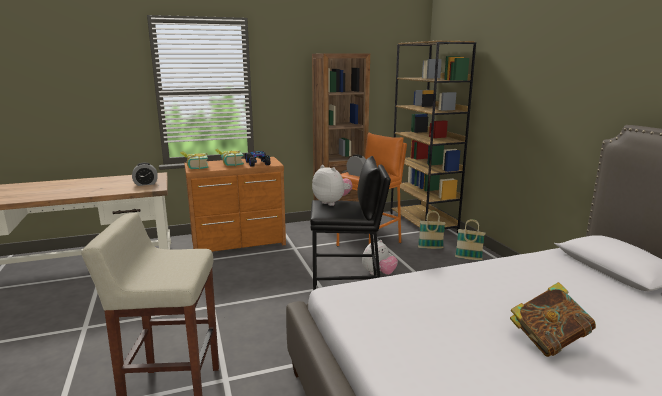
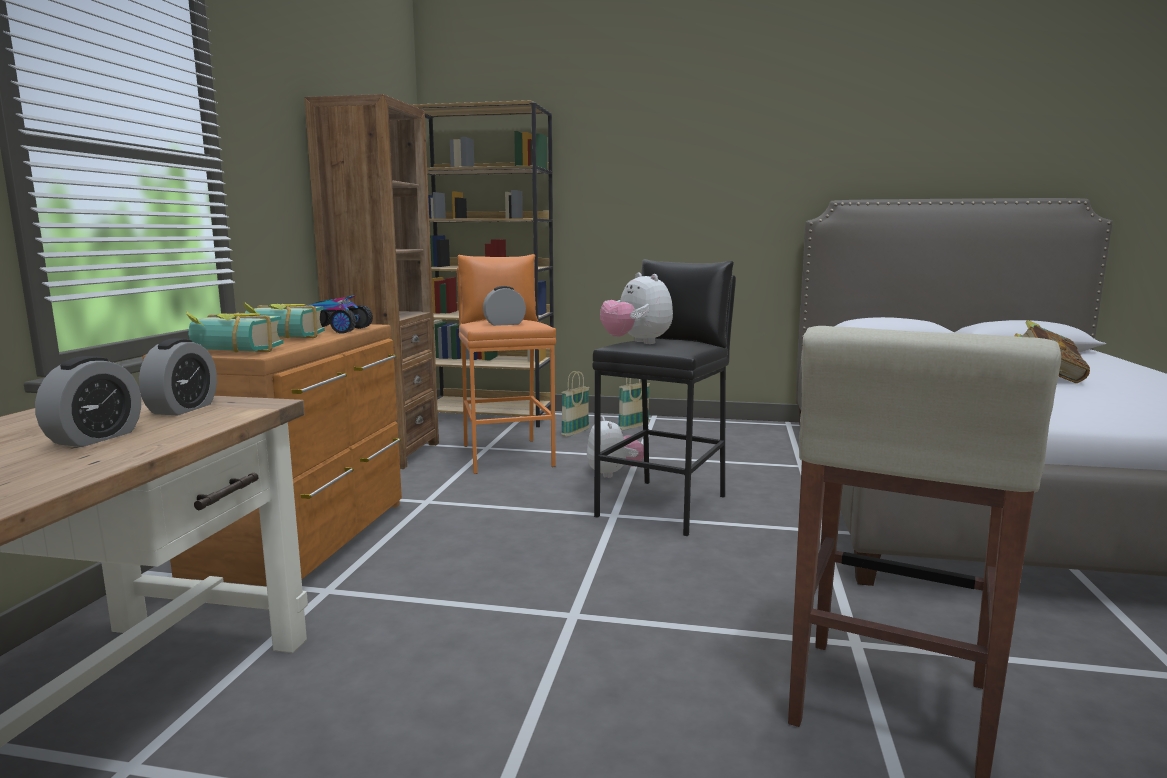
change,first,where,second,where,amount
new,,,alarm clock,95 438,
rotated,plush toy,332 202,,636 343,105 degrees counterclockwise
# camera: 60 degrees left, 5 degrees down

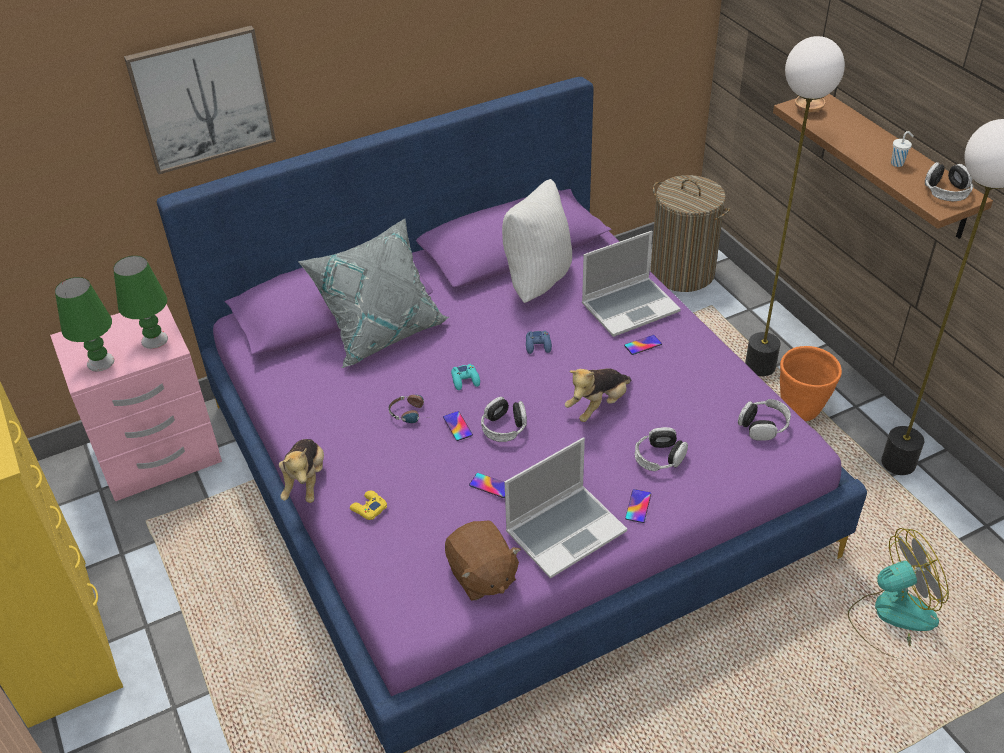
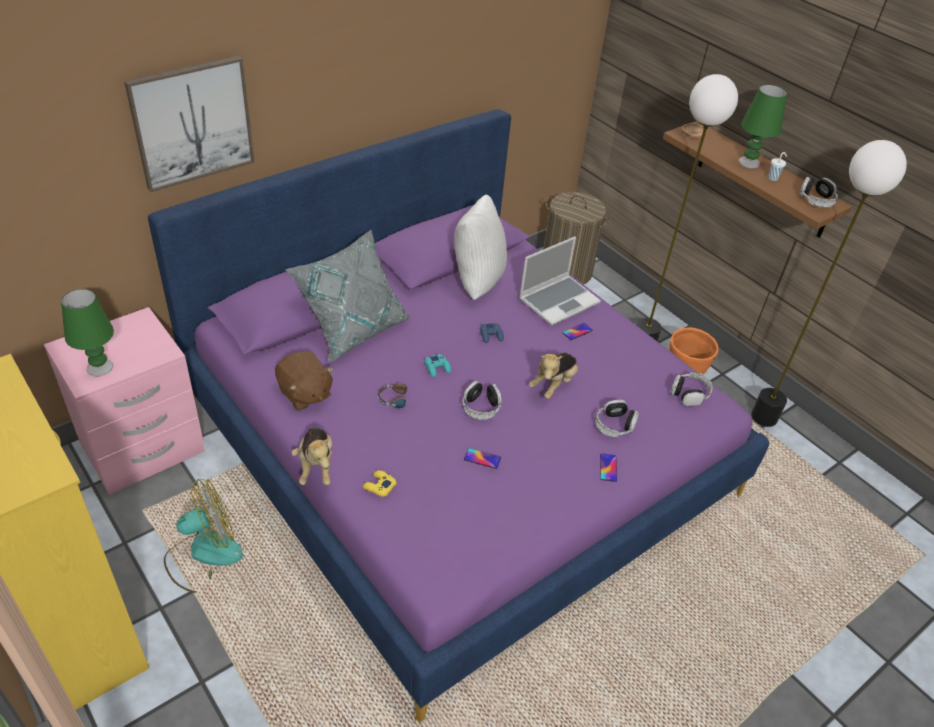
change,first,where,second,where,amount
shifted,fan,891 616,,203 554,
shifted,plush toy/brown,482 576,,304 394,
shifted,table lamp/green,154 340,,748 162,
gone,phone,457 426,,,
gone,laptop,566 530,,,
# camera: 15 degrees left, 0 degrees up

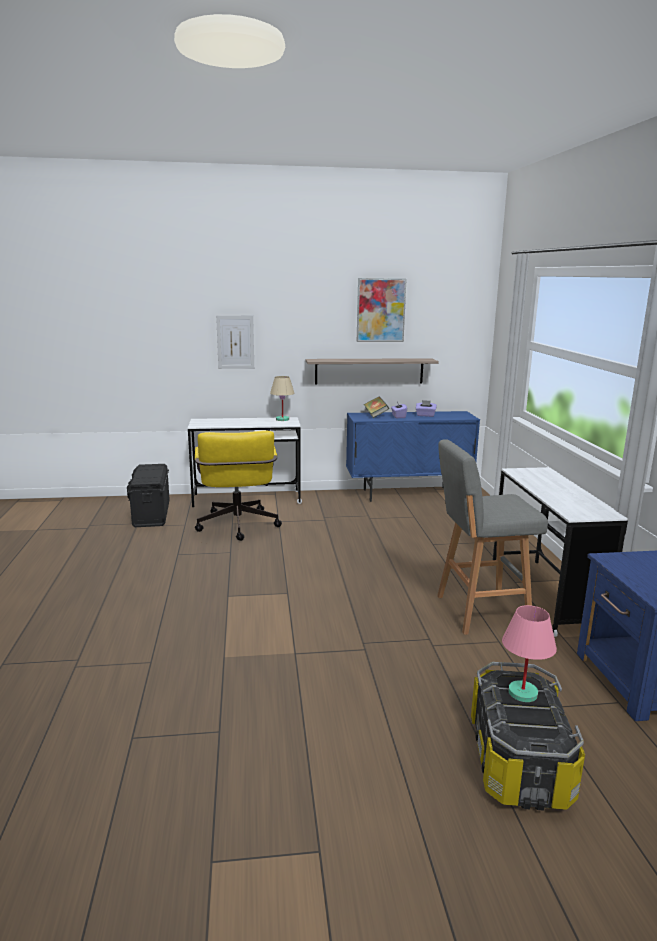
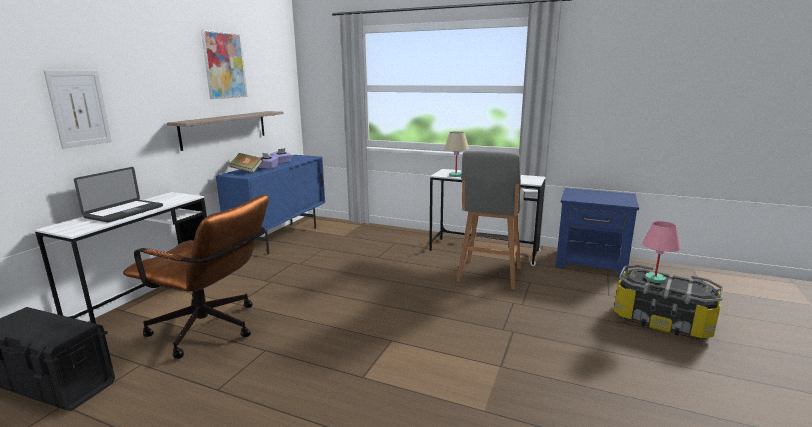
change,first,where,second,where,amount
new,,,laptop,125 212,
repainted,office chair/yellow,238 527,office chair/brown,212 330,
shifted,table lamp/beige,282 419,,455 175,
# camera: 60 degrees left, 0 degrees up

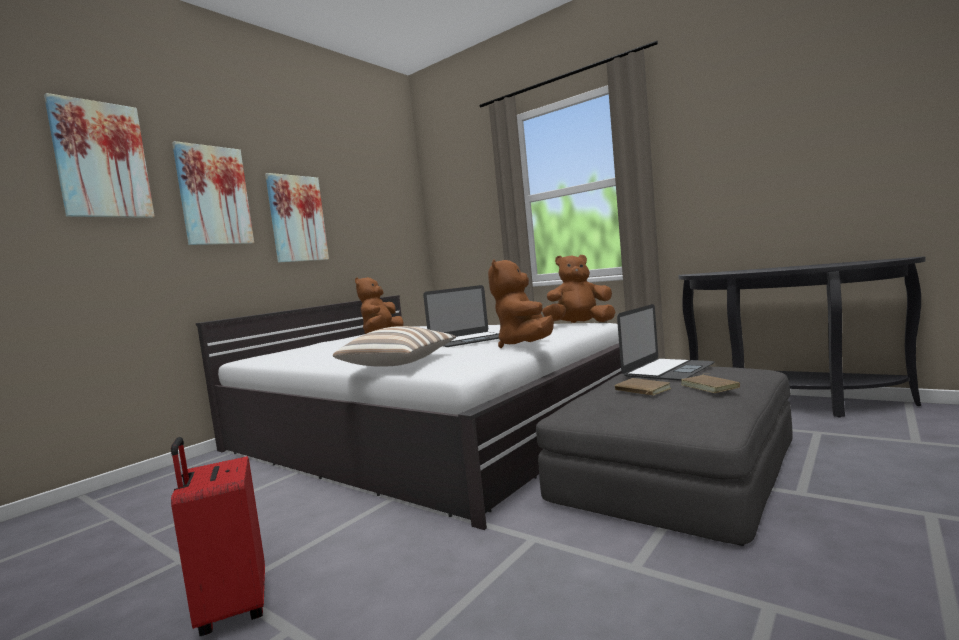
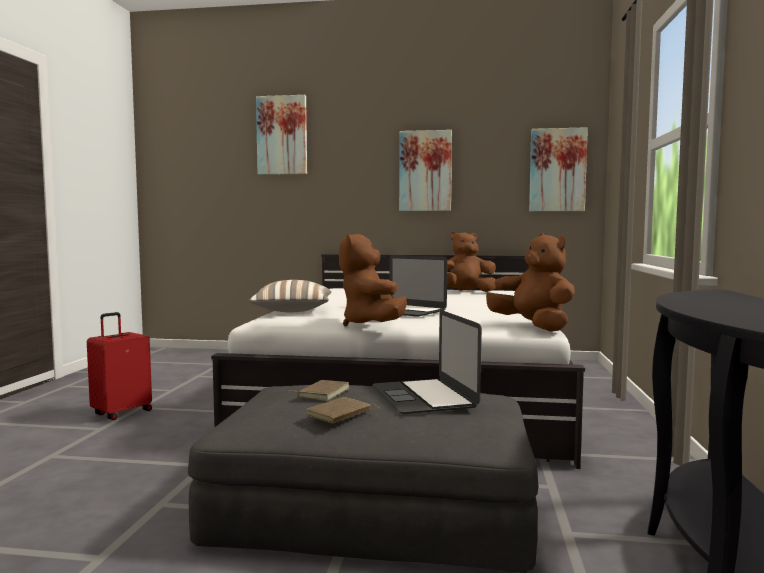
change,first,where,second,where,amount
rotated,plush toy/brown,526 345,,371 325,75 degrees counterclockwise
rotated,laptop,668 370,,423 396,60 degrees clockwise
shifted,picture,214 196,,557 170,
# camera: 60 degrees right, 0 degrees up

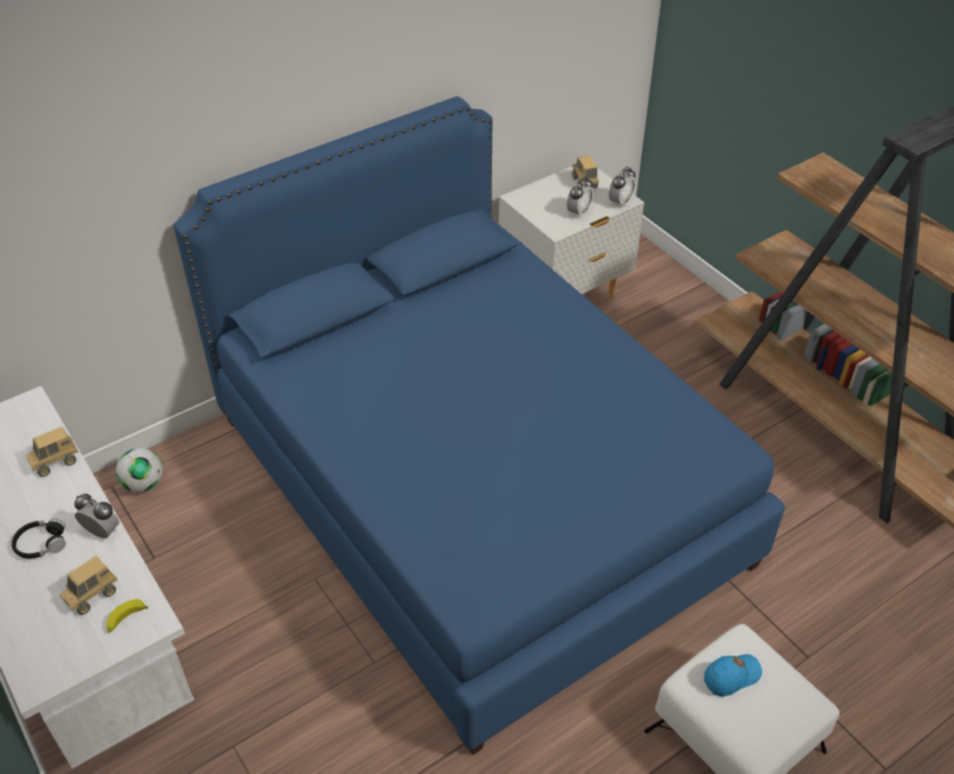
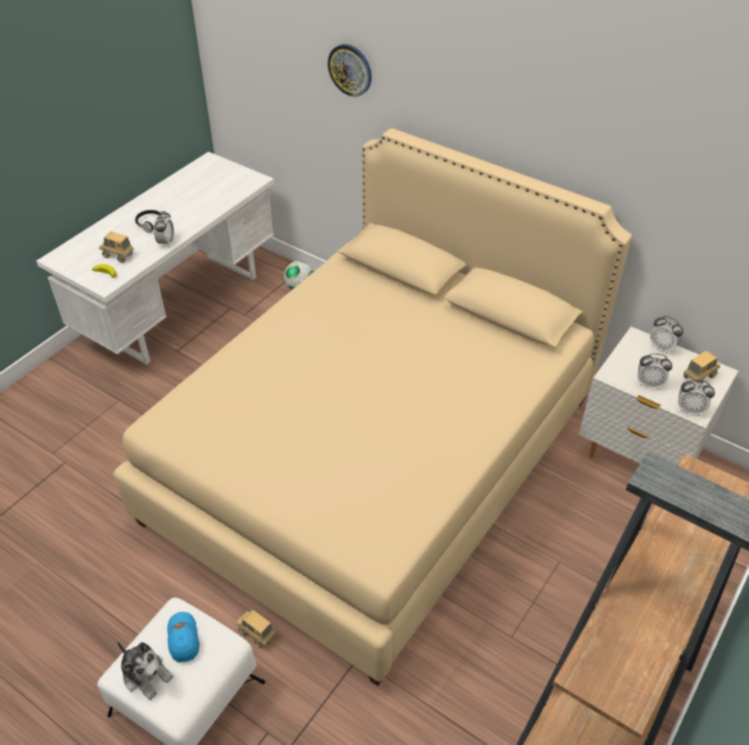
change,first,where,second,where,amount
repainted,bed/blue,476 489,bed/beige,374 458,
new,,,plush toy,146 674,
rotated,cap/blue,731 677,,183 639,150 degrees counterclockwise
shifted,toy truck,56 463,,256 634,
new,,,wall clock,350 69,
new,,,alarm clock,662 347,
# camera: 70 degrees right, 0 degrees up

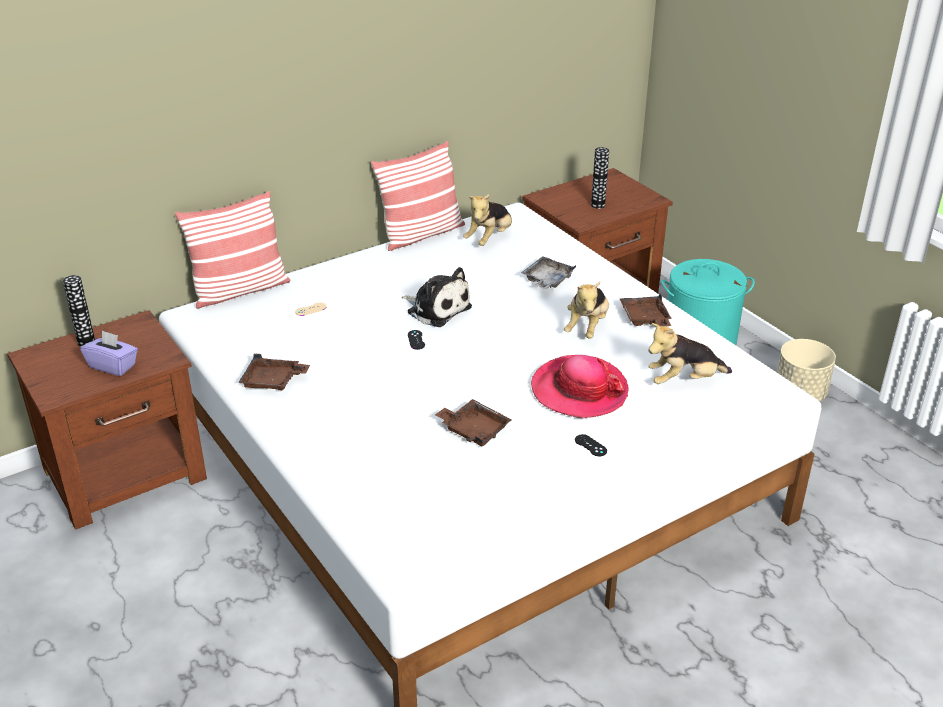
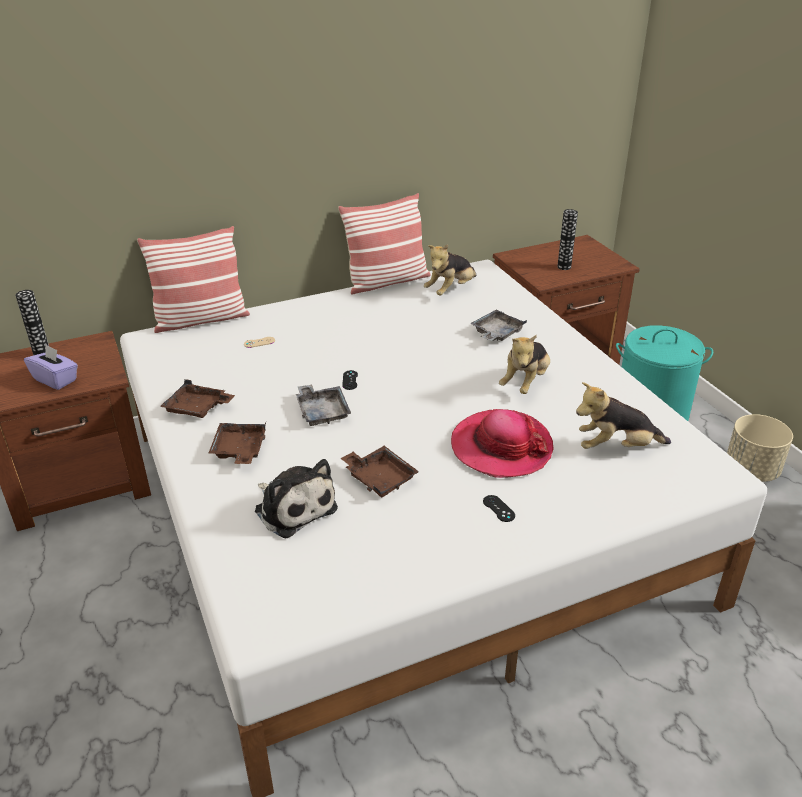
change,first,where,second,where,amount
shifted,tray/brown,645 319,,239 450,
shifted,plush toy,436 309,,293 507,
new,,,tray/grey,322 411,
# camera: 10 degrees right, 0 degrees up

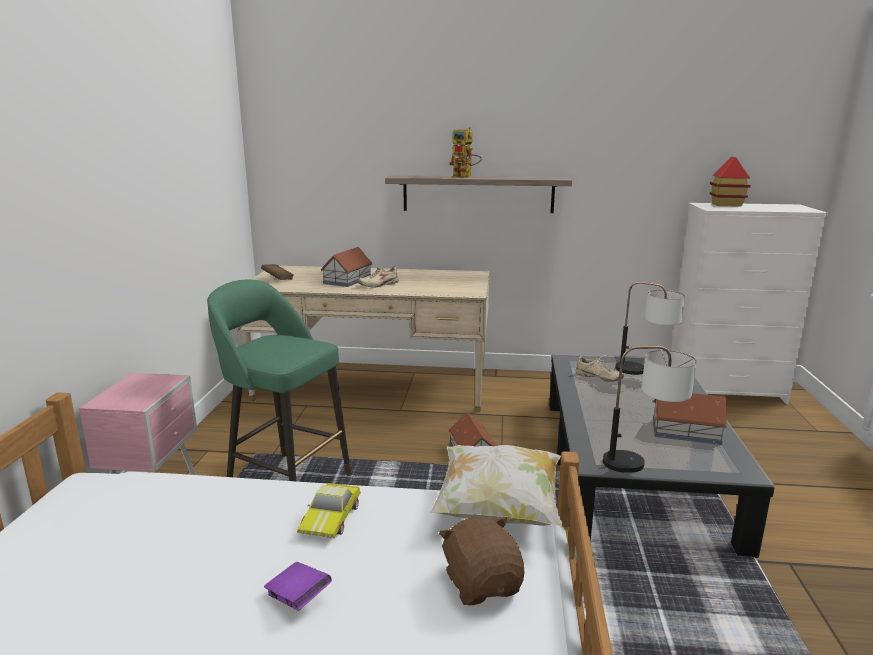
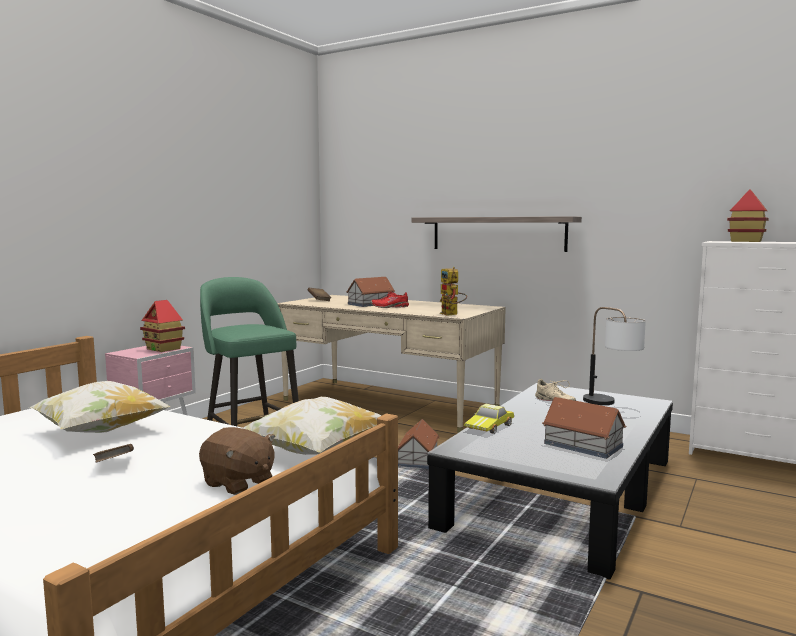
change,first,where,second,where,amount
new,,,pillow,101 431,
repainted,book/purple,298 598,book/brown,114 464,
new,,,toy house,163 349,
rotated,plush toy/brown,482 584,,238 483,120 degrees clockwise
repainted,shoe/beige,378 285,shoe/red,389 307,
shifted,toy robot,466 177,,452 314,
shifted,toy car,332 518,,490 427,
gone,table lamp,643 462,,,
# camera: 25 degrees right, 10 degrees down

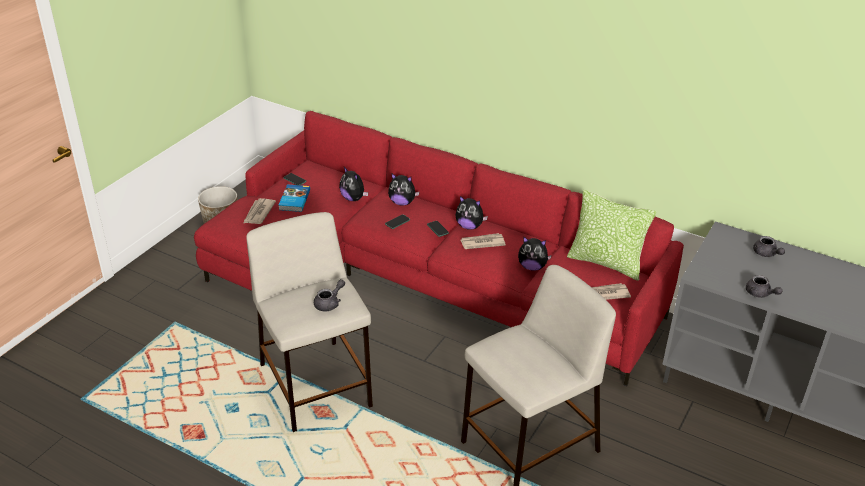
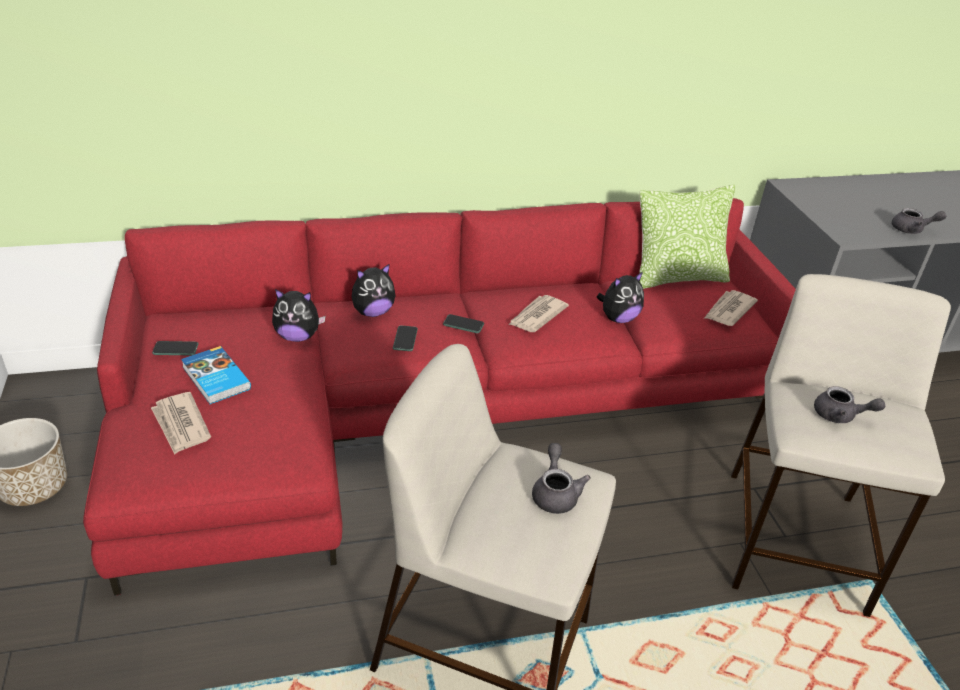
change,first,where,second,where,amount
shifted,teapot/grey,766 254,,840 416,
gone,plush toy,469 226,,,
# camera: 45 degrees left, 0 degrees up

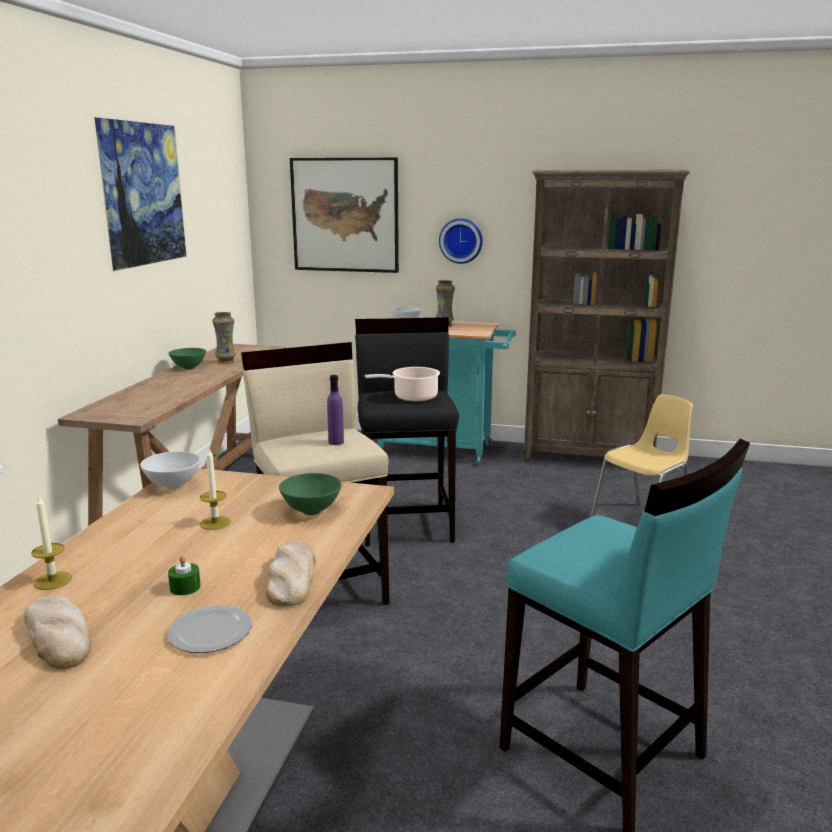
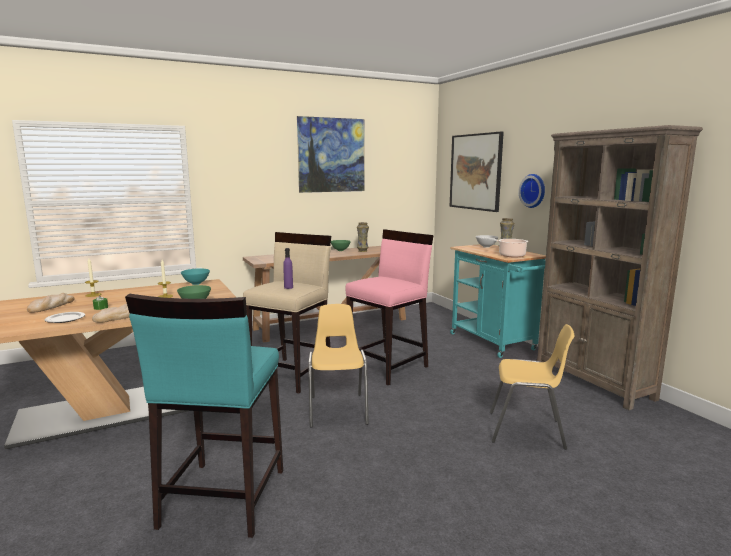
change,first,where,second,where,amount
repainted,bowl/white,173 486,bowl/turquoise,196 283,
new,,,chair/yellow,338 410,
repainted,stool/black,406 522,stool/pink,388 367,
shifted,cooking pot,412 397,,509 255,
# camera: 50 degrees right, 5 degrees down

